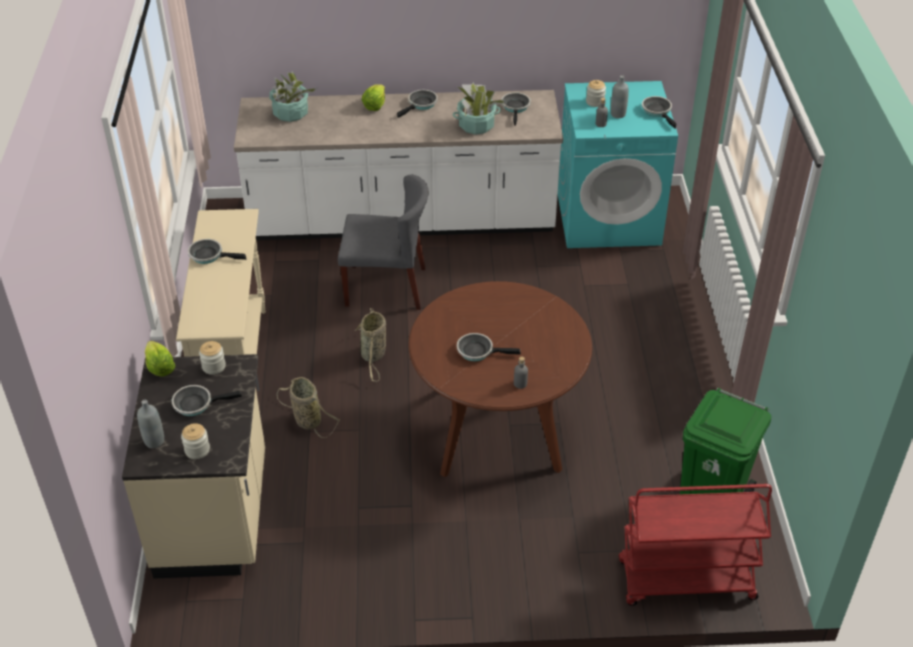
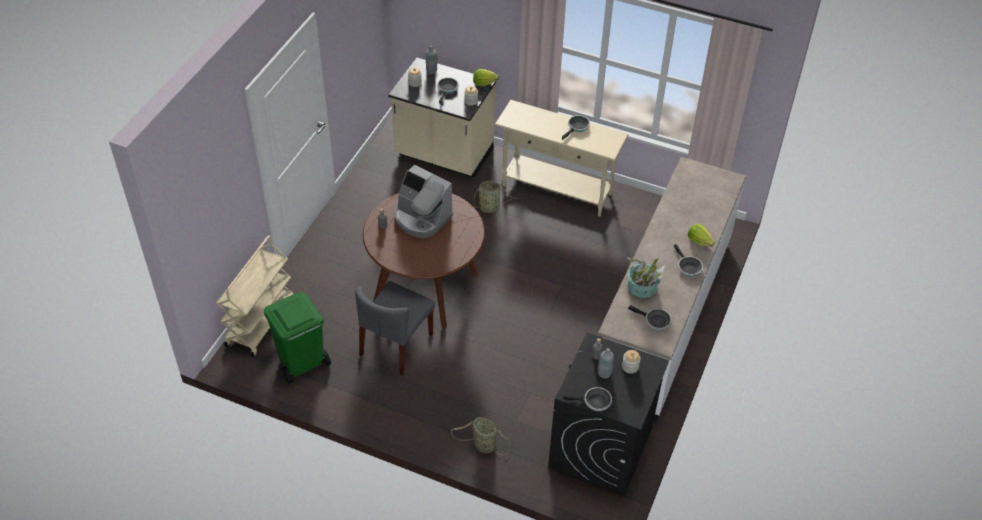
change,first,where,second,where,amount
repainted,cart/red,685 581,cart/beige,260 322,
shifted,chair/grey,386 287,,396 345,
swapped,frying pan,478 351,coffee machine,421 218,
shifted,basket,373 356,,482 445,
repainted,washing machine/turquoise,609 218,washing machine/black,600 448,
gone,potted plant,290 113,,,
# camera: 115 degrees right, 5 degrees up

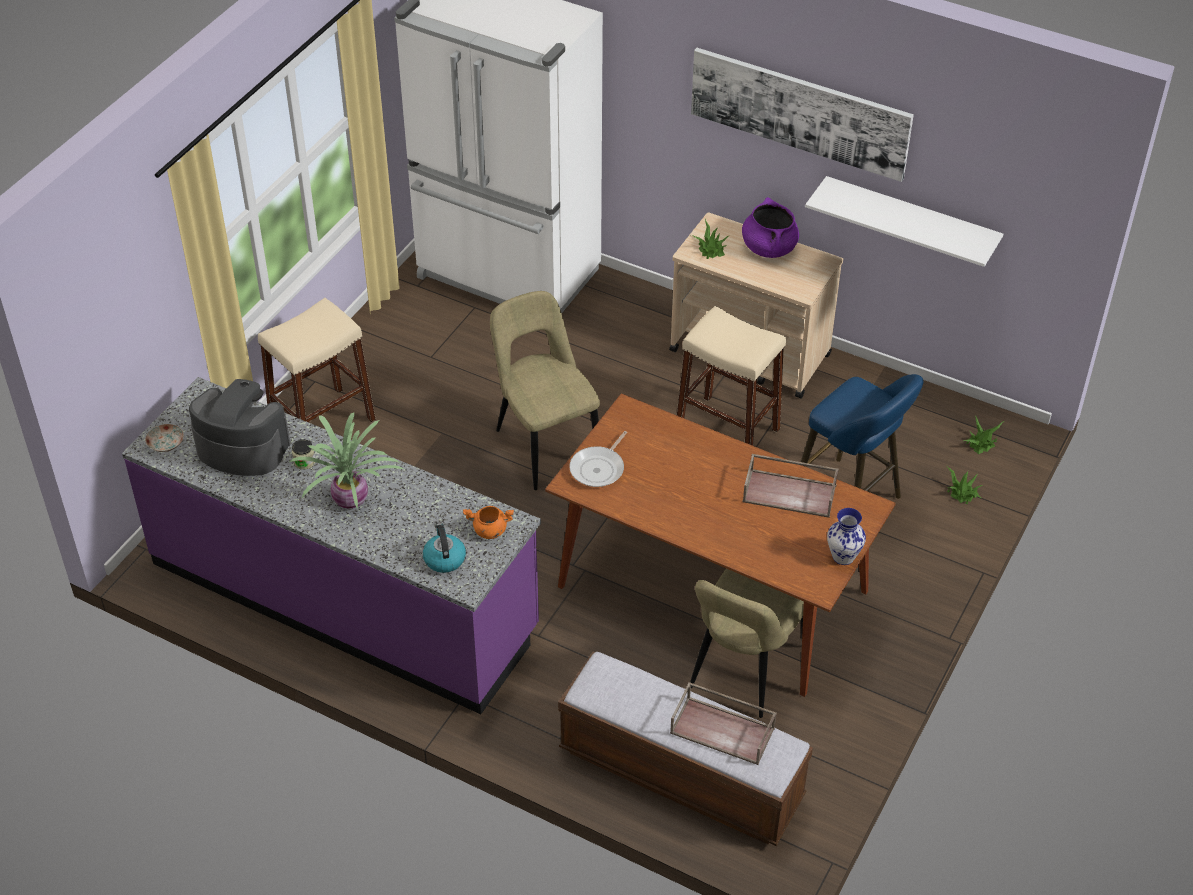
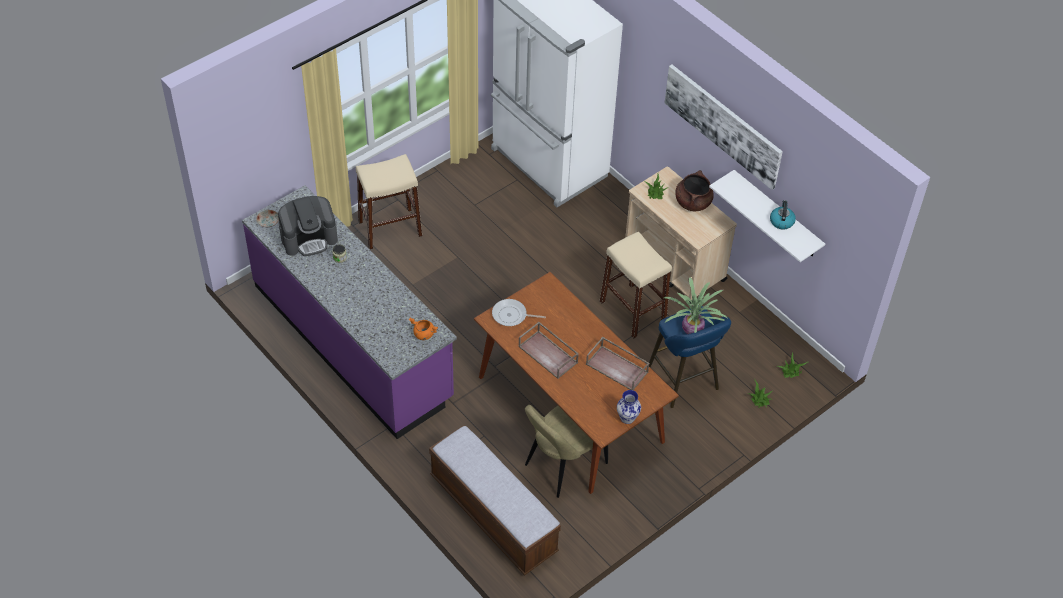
change,first,where,second,where,amount
rotated,coffee machine,242 448,,309 238,120 degrees clockwise
rotated,frying pan,599 468,,511 315,45 degrees clockwise
shifted,tray/brown,723 730,,549 354,
shifted,potted plant,351 498,,693 329,
repainted,cooking pot/purple,768 247,cooking pot/brown,693 202,
shifted,kettle,444 559,,781 221,
gone,chair/beige,545 444,,,
# camera: 20 degrees right, 5 degrees up

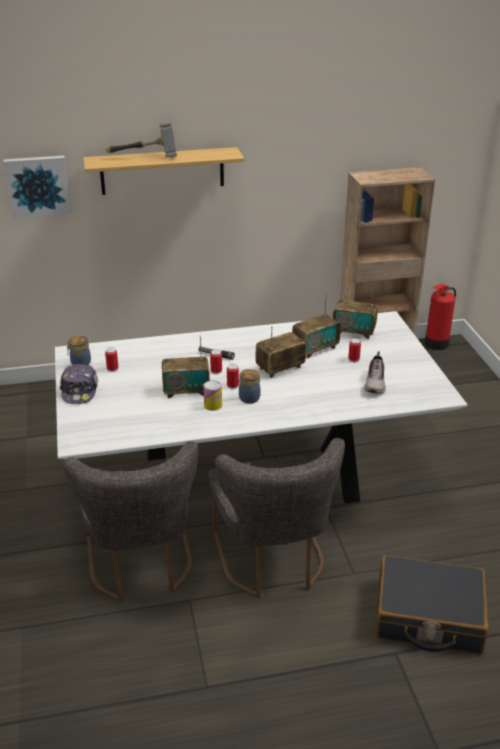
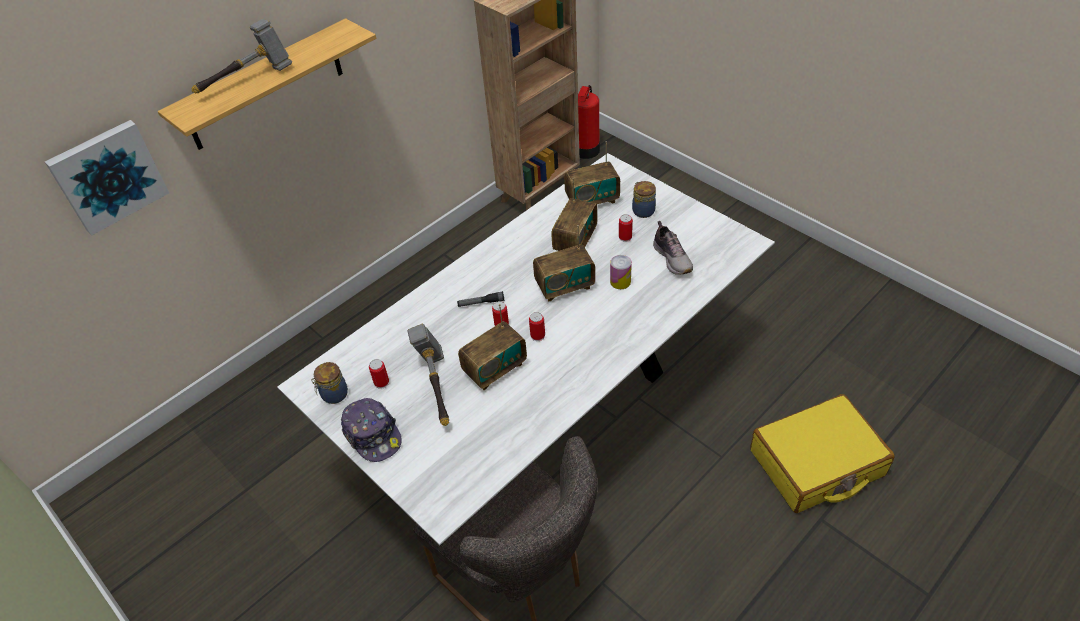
change,first,where,second,where,amount
new,,,hammer,436 387,
rotated,radio,280 368,,564 286,135 degrees counterclockwise
shifted,can,213 405,,620 281,
shifted,jar,249 397,,642 210,
repainted,suitcase/black,428 616,suitcase/yellow,816 463,
gone,chair/grey,273 562,,,
# camera: 30 degrees left, 15 degrees up

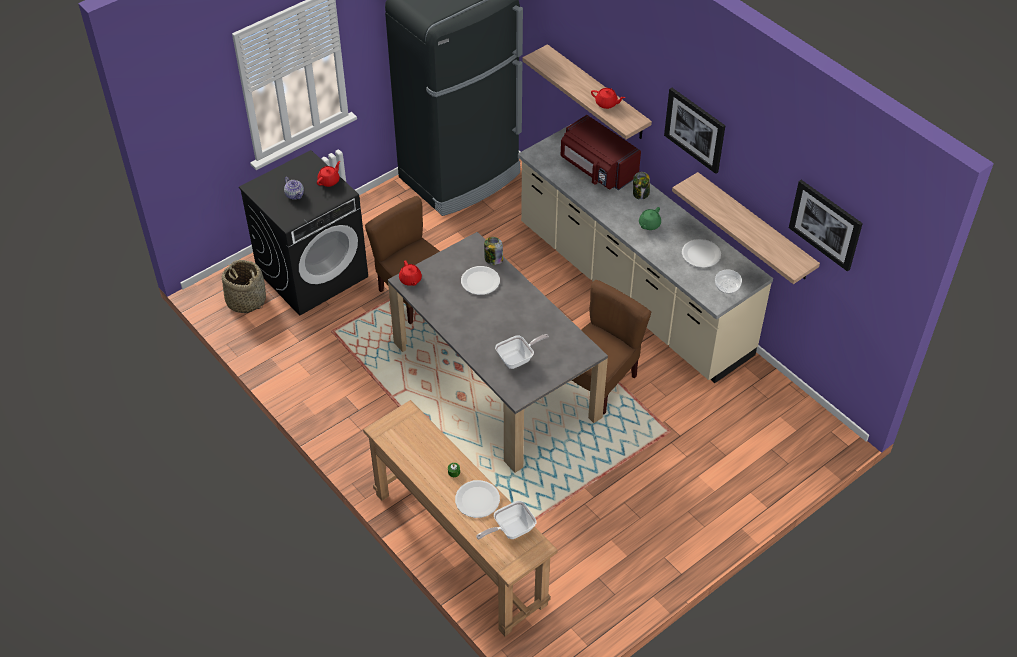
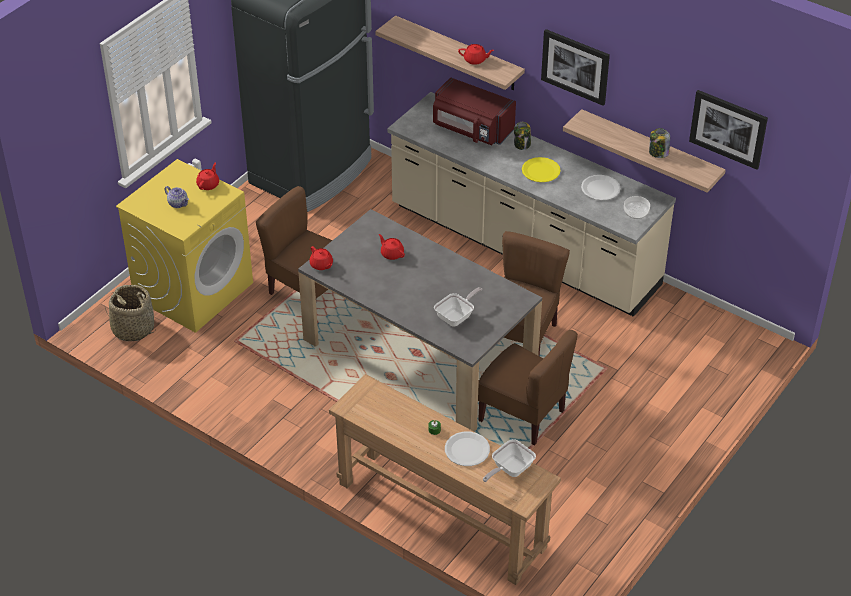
change,first,where,second,where,amount
repainted,washing machine/black,312 273,washing machine/yellow,193 290,
swapped,plate/white,480 281,teapot/red,392 253,
new,,,chair/brown,523 415,
swapped,teapot/green,649 225,plate/yellow,541 171,
shifted,jar,493 259,,658 153,
# camera: 15 degrees left, 5 degrees down

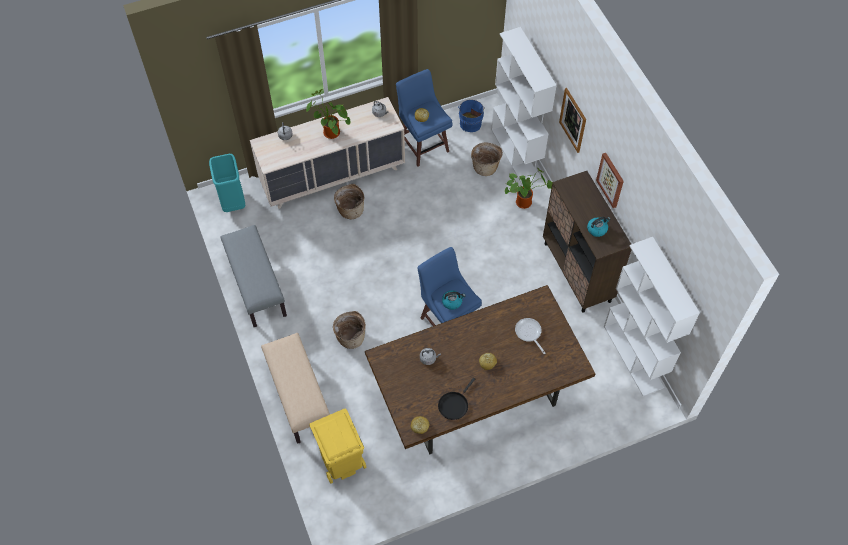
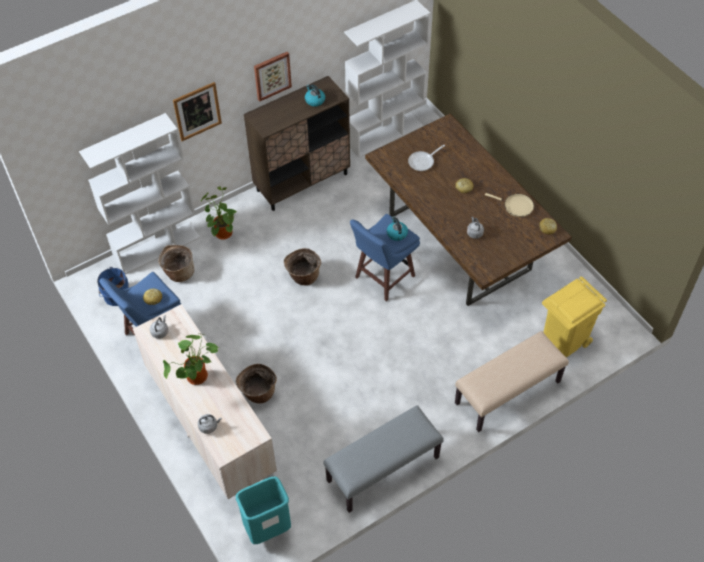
change,first,where,second,where,amount
shifted,basket,350 337,,303 277,
repainted,frying pan/black,454 405,frying pan/beige,516 206,
# camera: 100 degrees left, 5 degrees down

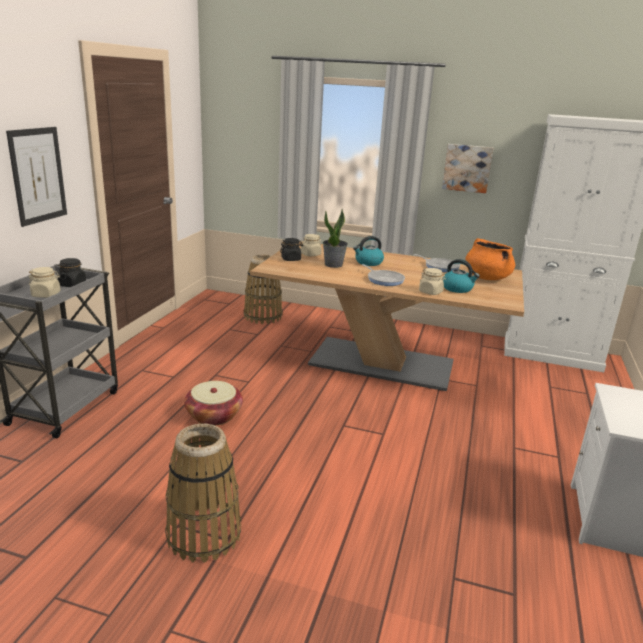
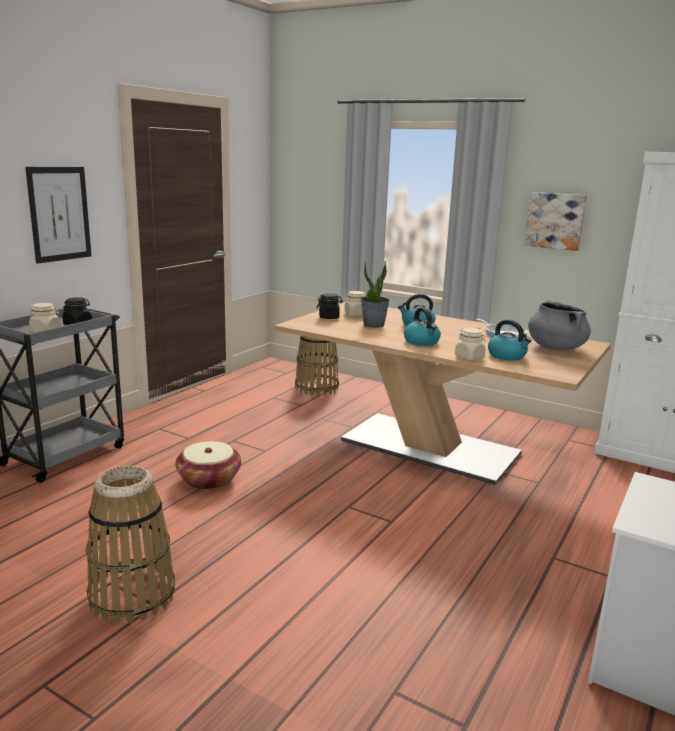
change,first,where,second,where,amount
swapped,frying pan,384 280,kettle,422 342,
repainted,cooking pot/orange,486 277,cooking pot/grey,555 348,
# camera: 15 degrees right, 5 degrees down

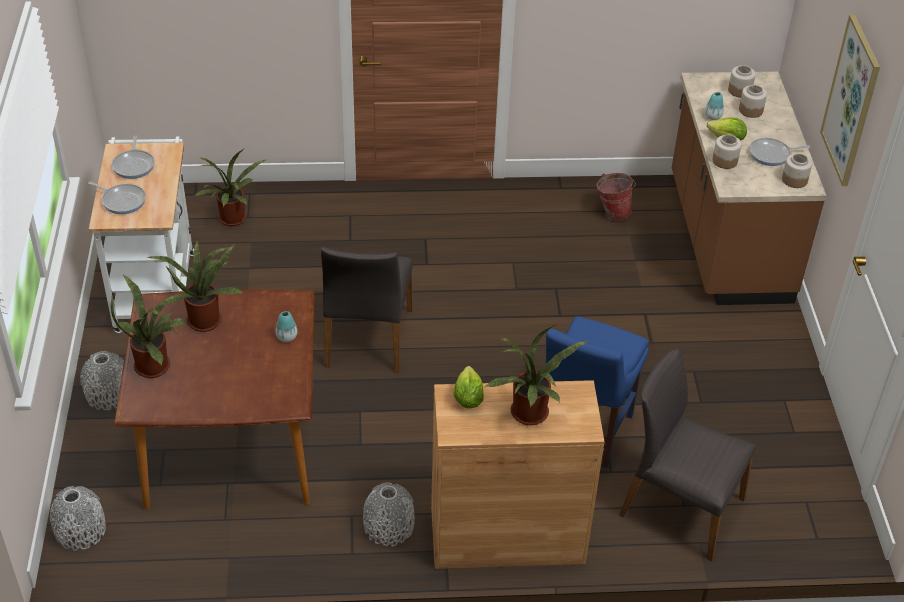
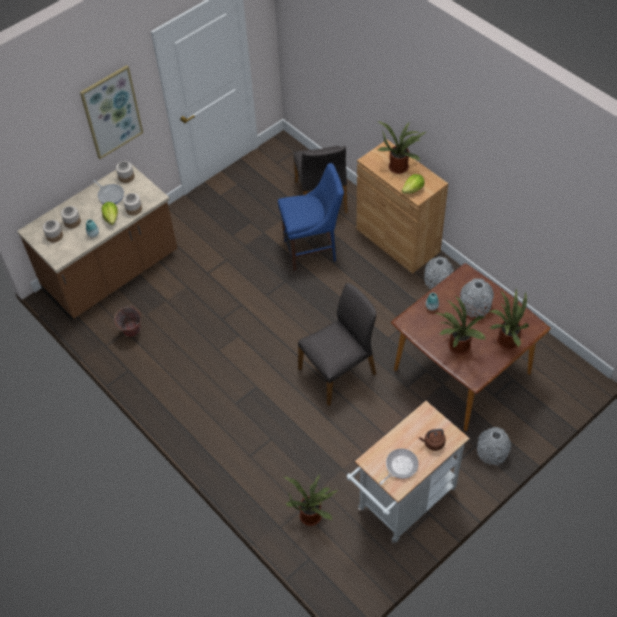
change,first,where,second,where,amount
swapped,frying pan,122 200,kettle/brown,433 443,
shifted,vase/grey,80 530,,475 305,
# camera: 125 degrees left, 10 degrees up

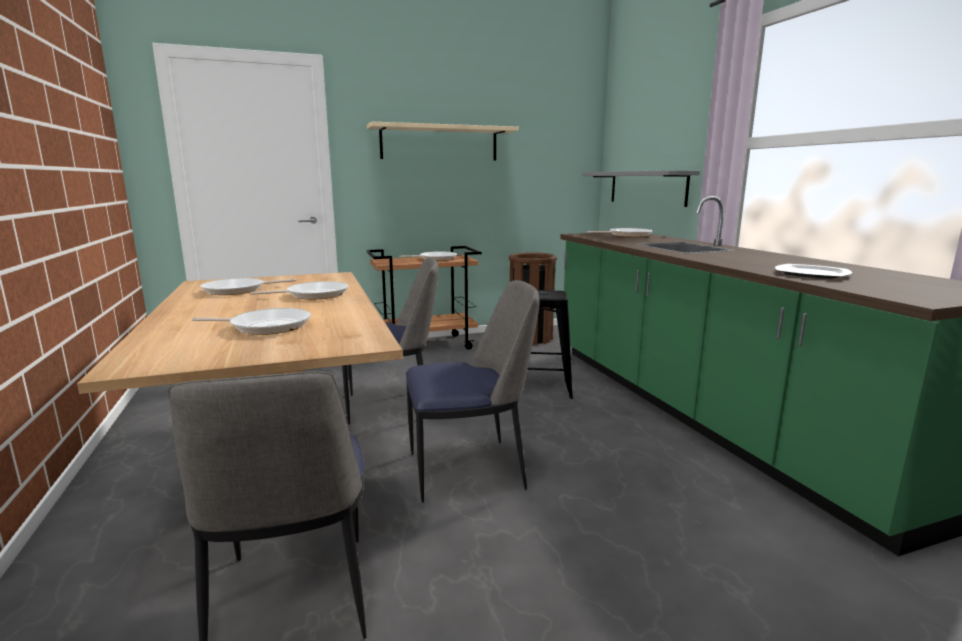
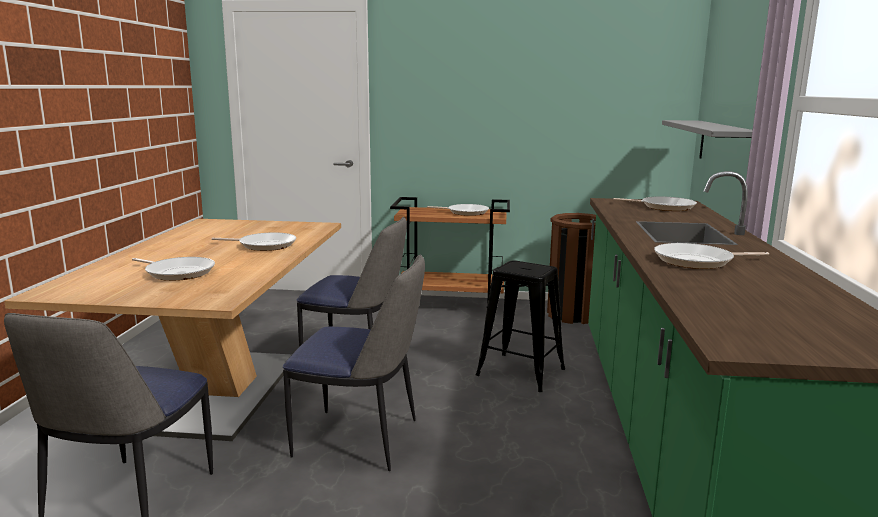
change,first,where,second,where,amount
shifted,frying pan,238 290,,697 261,
gone,shelf/beige,439 143,,,
gone,plate,811 273,,,
# camera: 25 degrees right, 0 degrees up

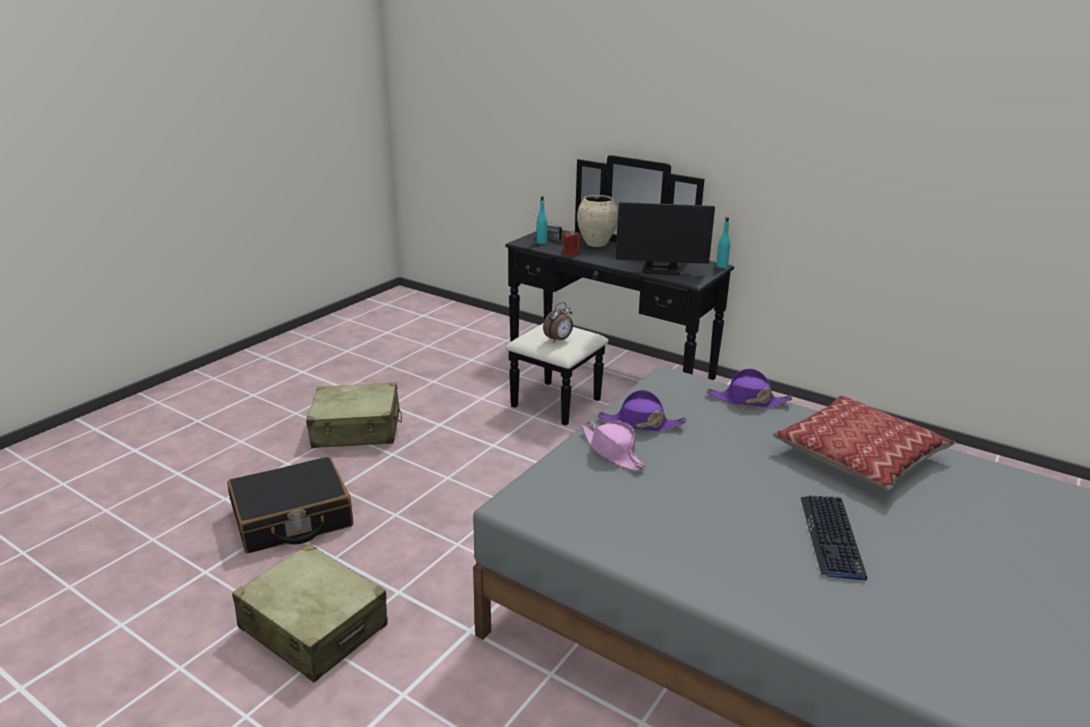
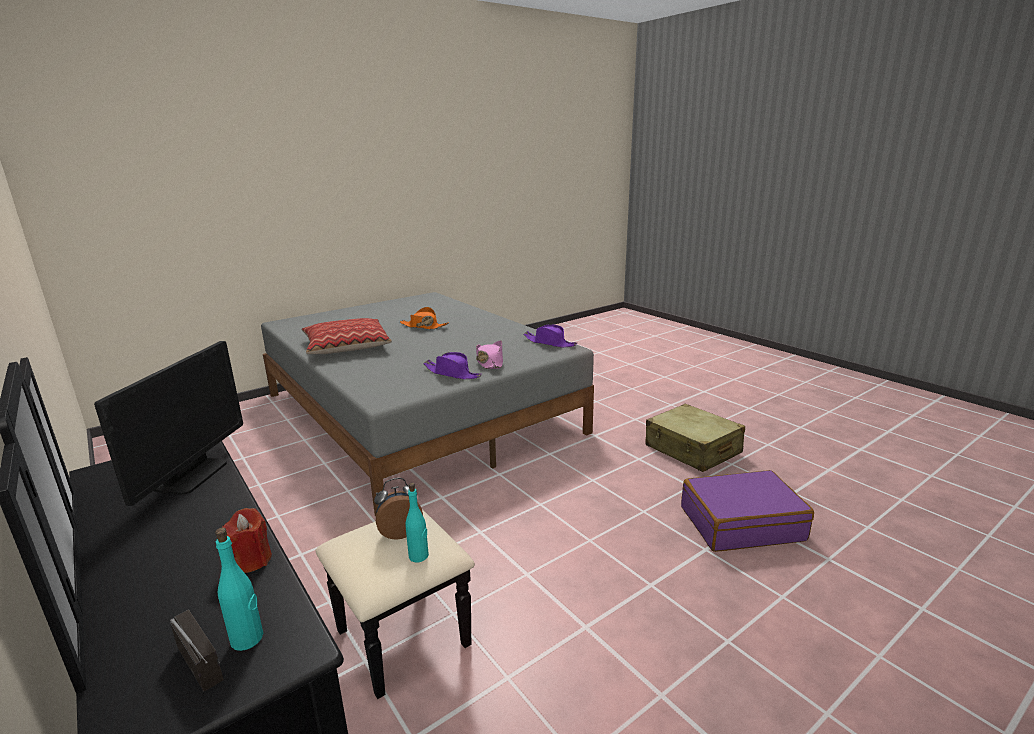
change,first,where,second,where,amount
rotated,monitor,661 270,,191 475,75 degrees clockwise
swapped,keyboard,832 537,hat/orange,424 326,
shifted,bottle/turquoise,721 266,,419 556,
shifted,hat/purple,748 400,,550 343,
repainted,suitcase/black,292 519,suitcase/purple,741 523,
gone,suitcase/beige,357 429,,,
gone,vase/beige,595 244,,,
# camera: 160 degrees left, 5 degrees down

